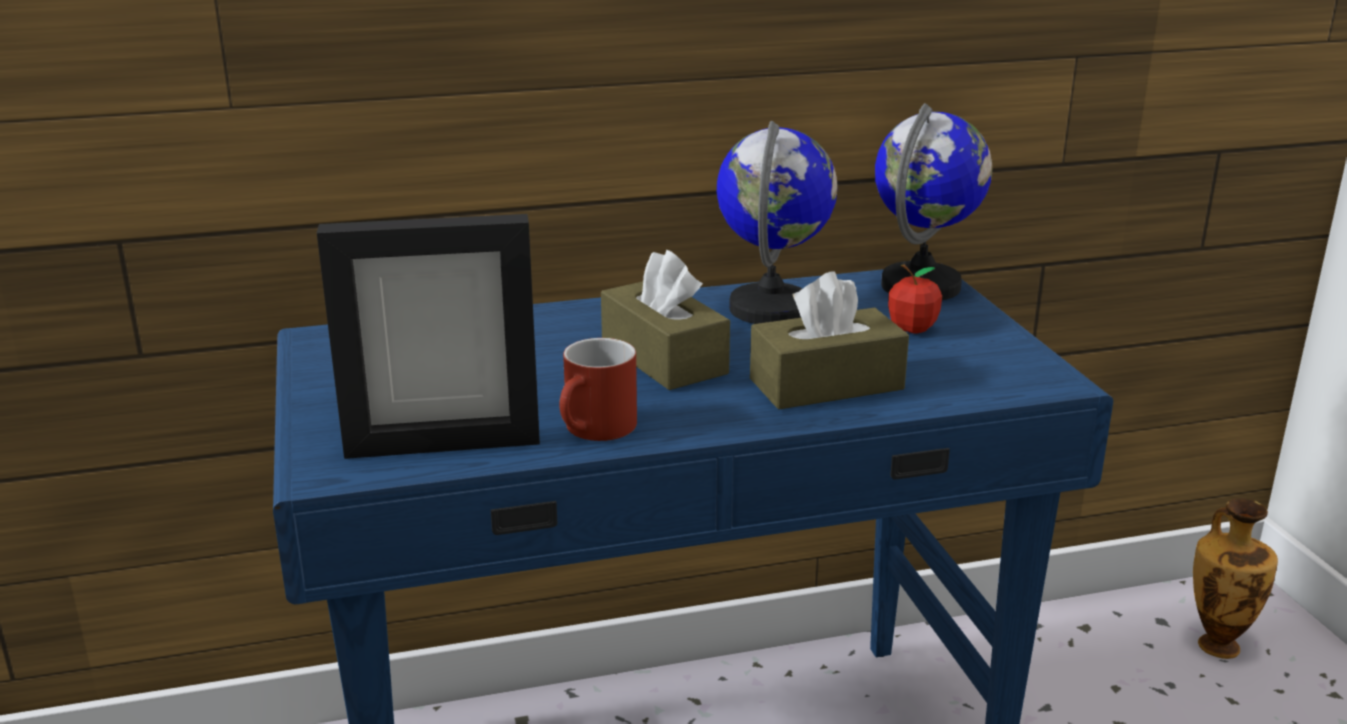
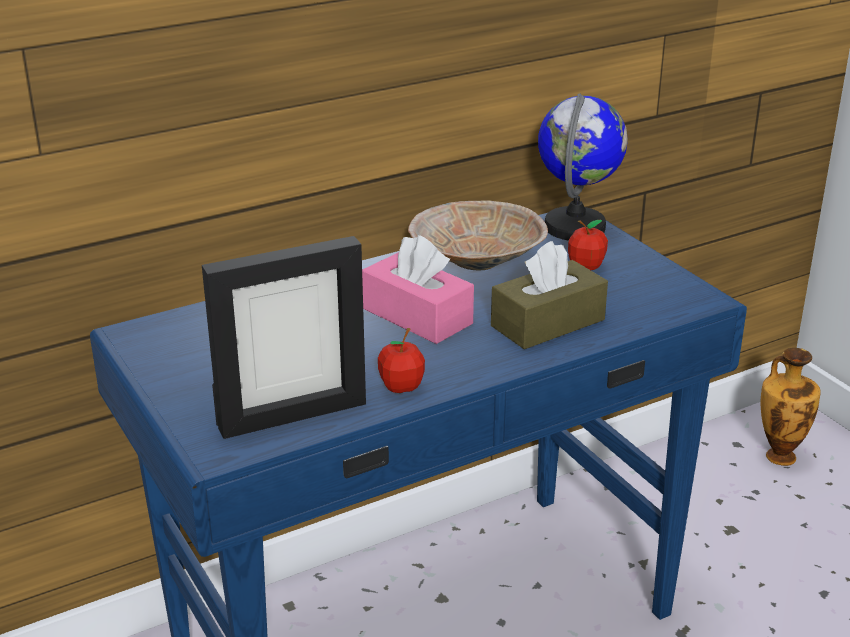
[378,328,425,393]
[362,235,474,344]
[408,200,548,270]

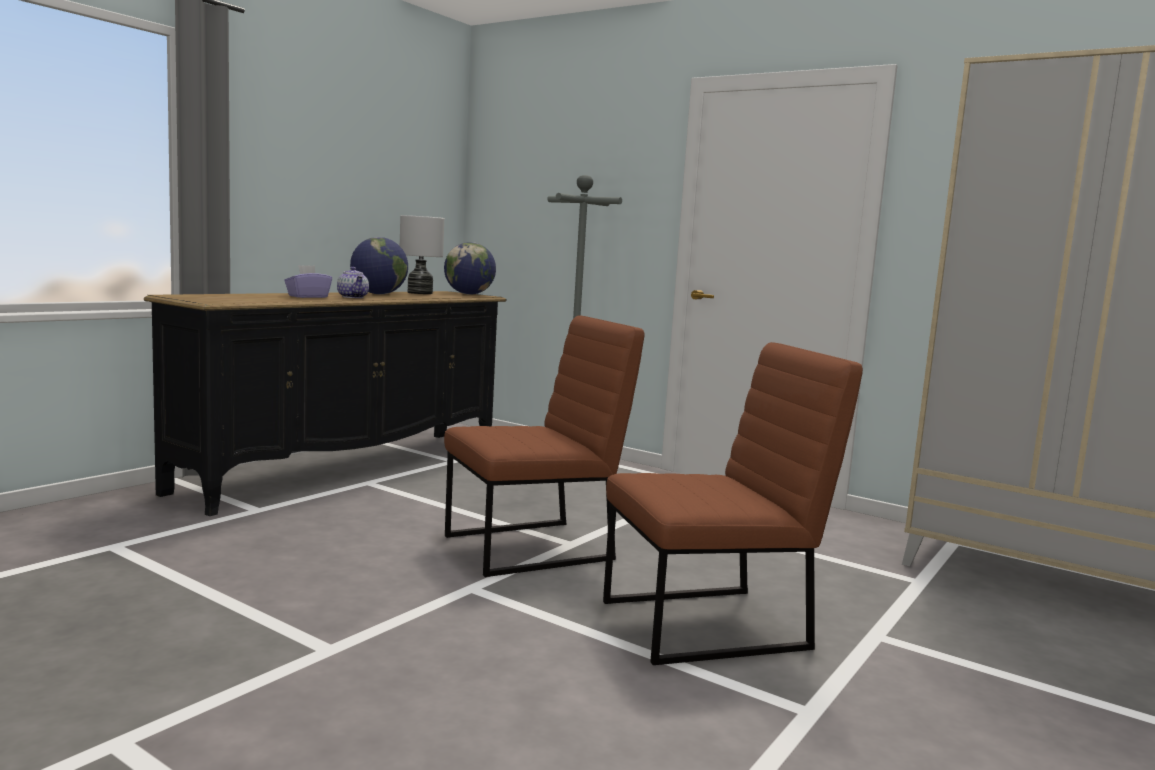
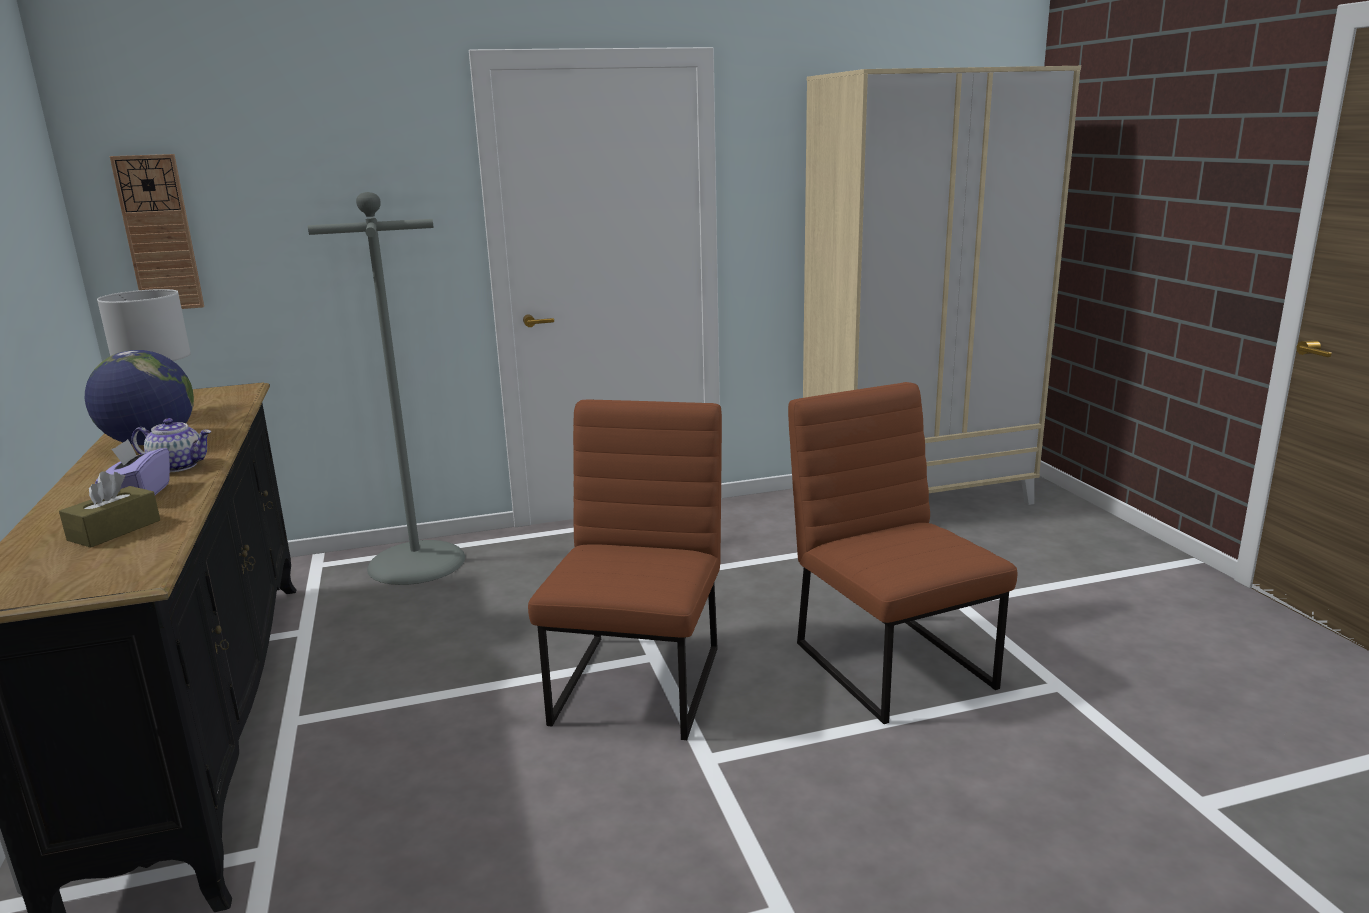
[444,242,496,295] (first image)
[788,382,1017,724]
[59,471,160,548]
[109,154,204,309]

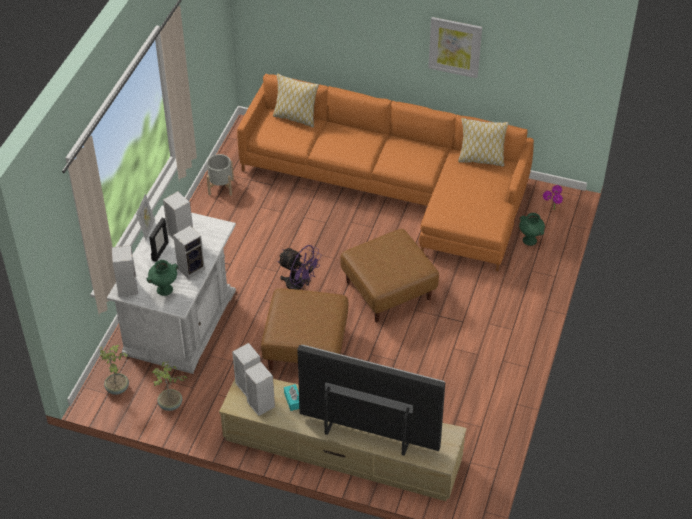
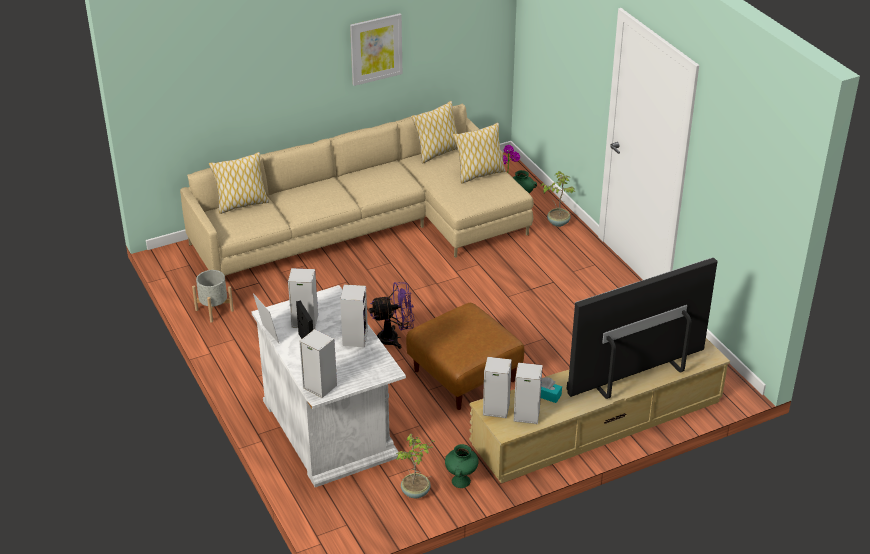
[541,171,576,227]
[445,444,479,488]
[180,104,534,276]
[340,229,439,322] (first image)
[453,122,506,184]

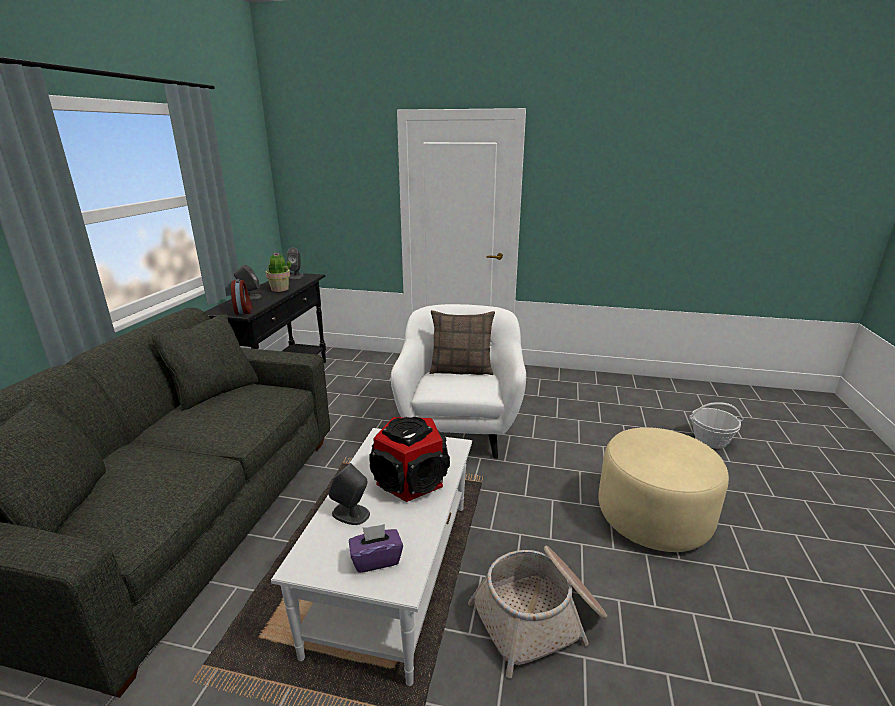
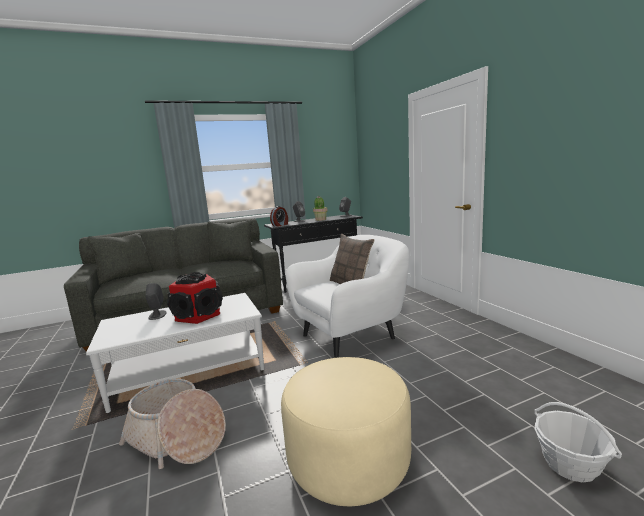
[349,524,403,573] (first image)

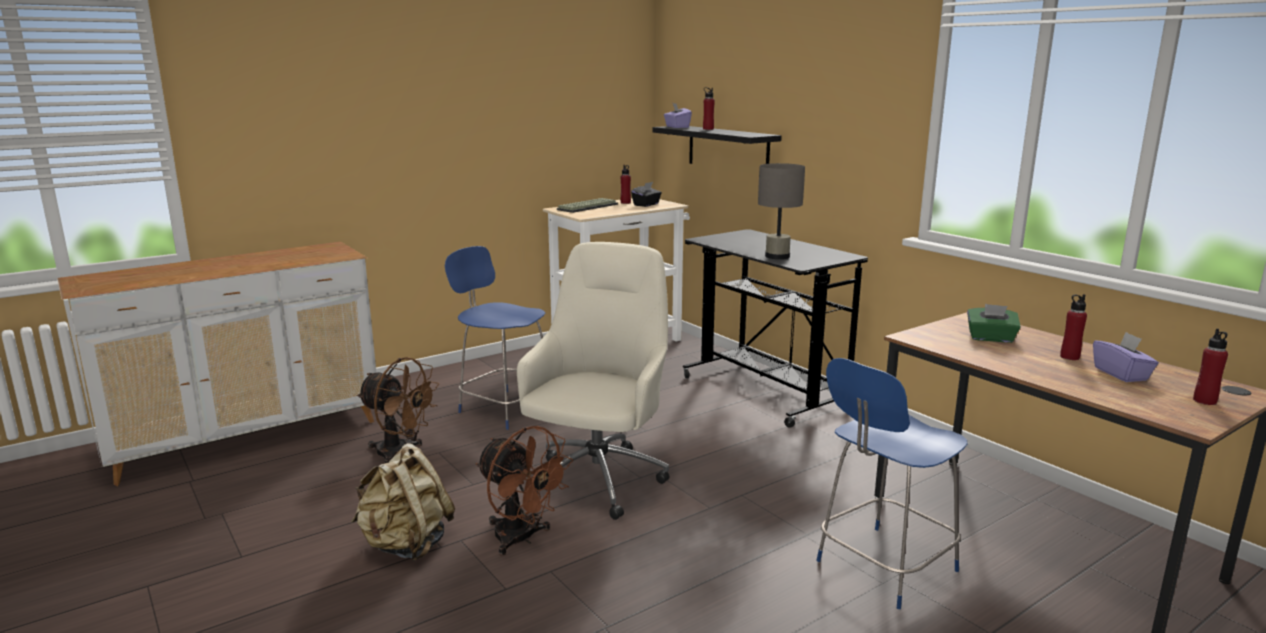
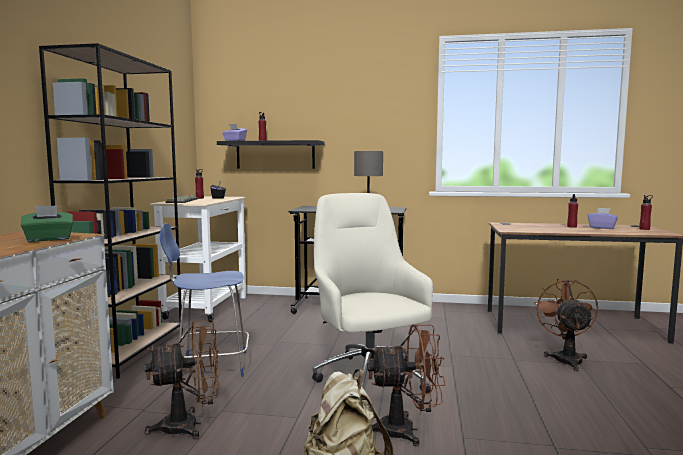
[534,278,598,371]
[21,205,73,242]
[39,43,183,379]

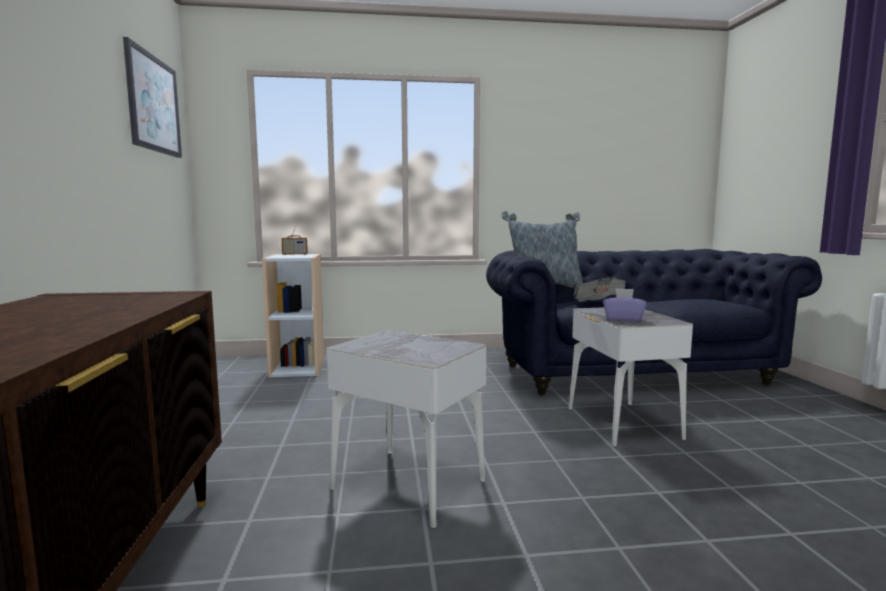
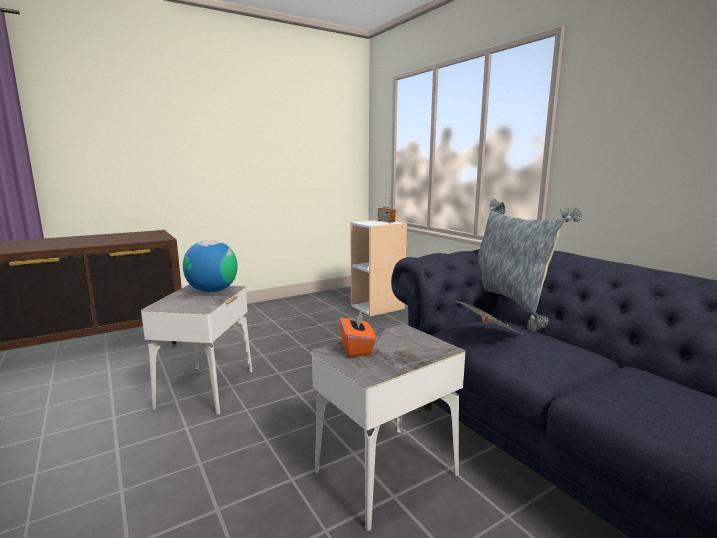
[123,37,182,158] (first image)
[339,311,376,357]
[183,240,238,292]

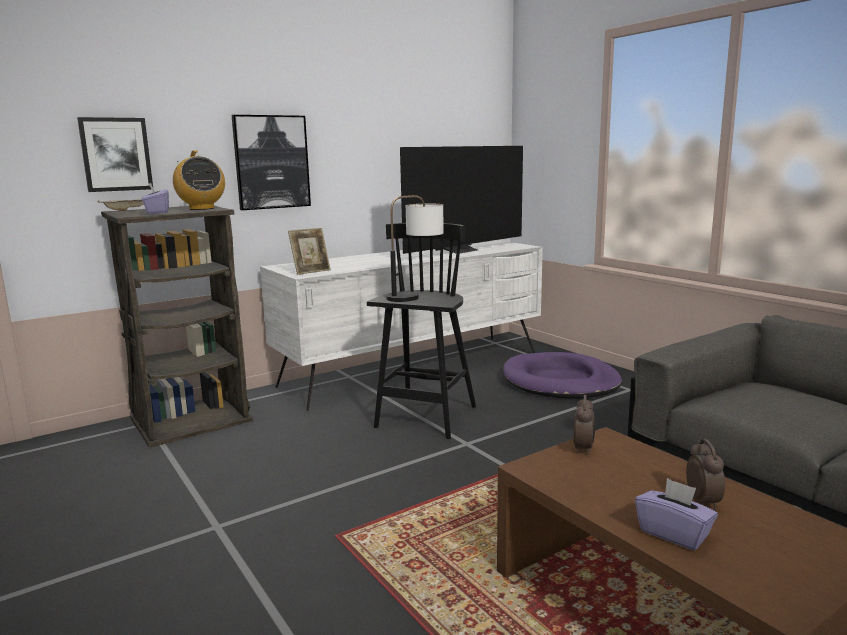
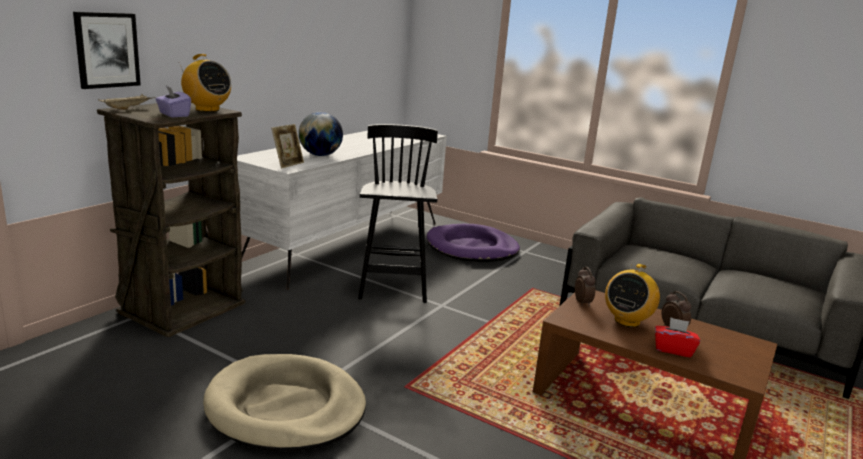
[232,115,311,210] (first image)
[387,195,444,302] (first image)
[400,146,523,254] (first image)
[655,317,700,357]
[203,354,366,452]
[299,112,343,156]
[605,264,660,327]

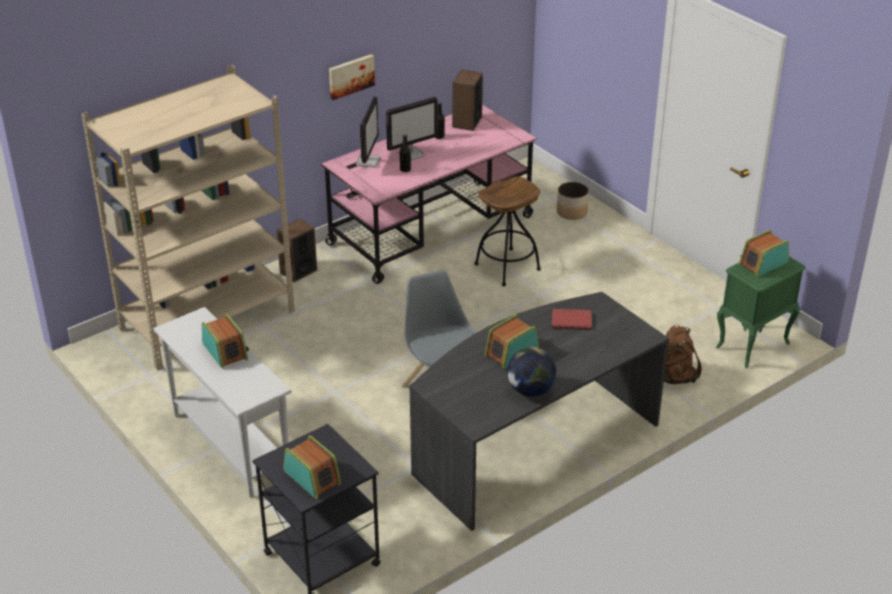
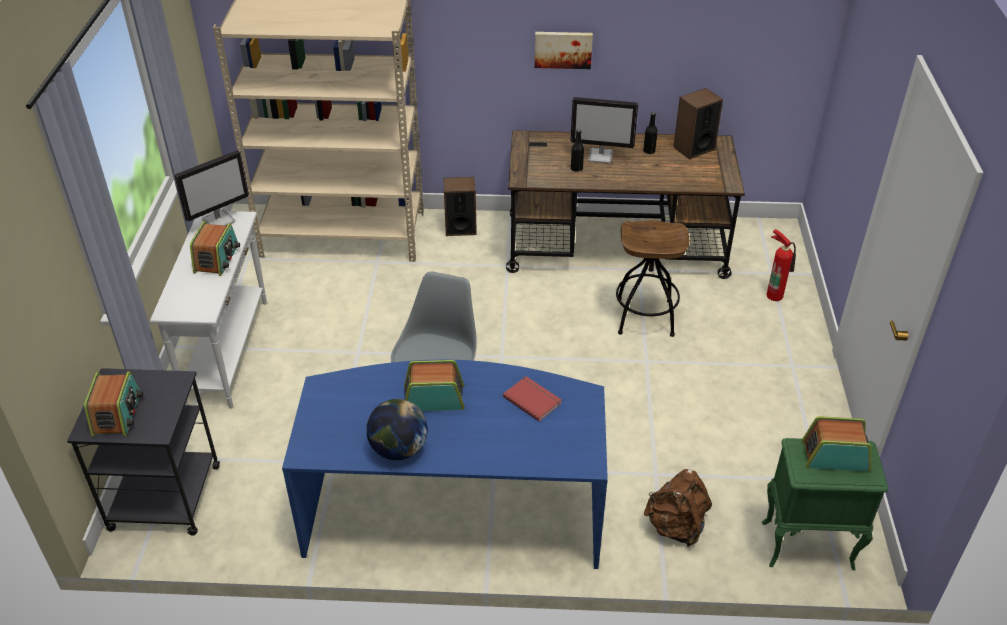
[506,130,745,279]
[175,150,249,226]
[282,360,608,569]
[766,229,796,301]

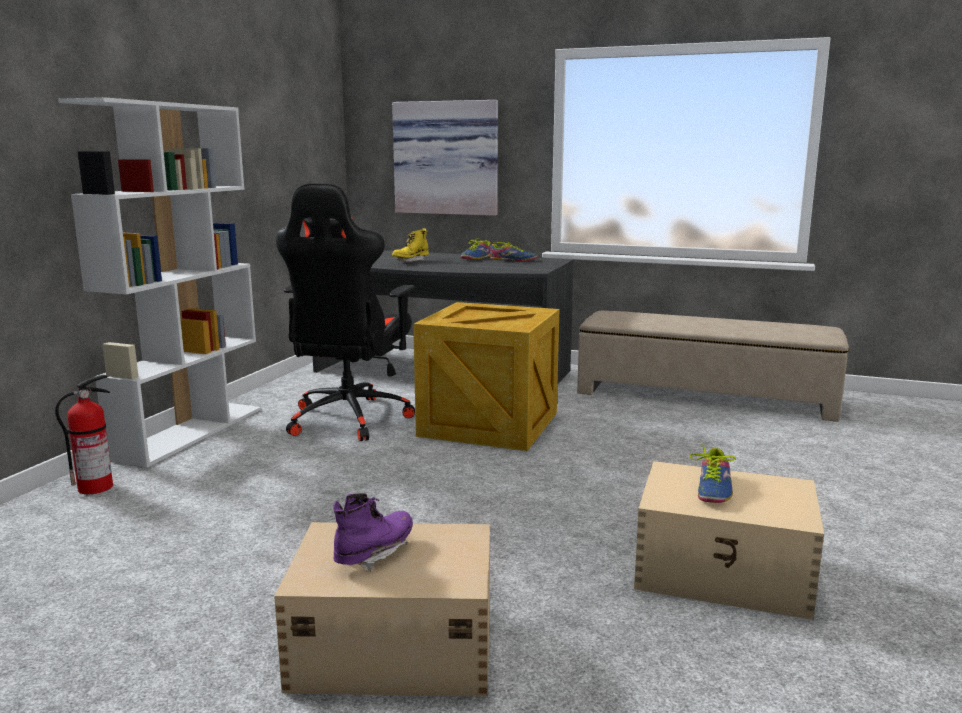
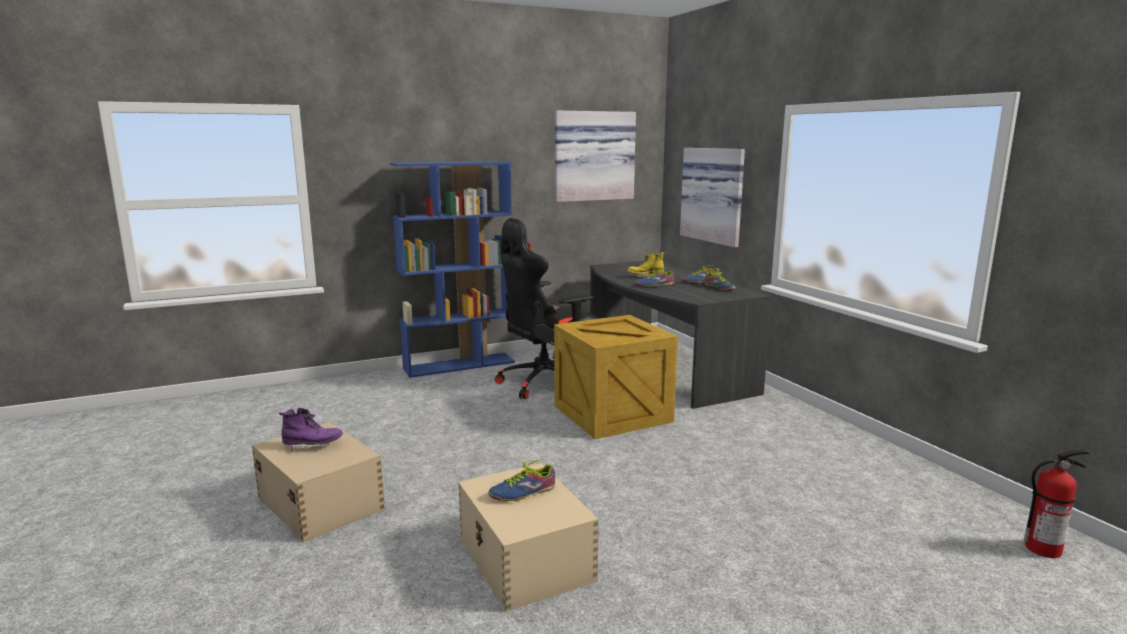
[1024,450,1090,558]
[390,161,515,378]
[577,311,849,422] (first image)
[555,111,636,202]
[635,268,674,287]

